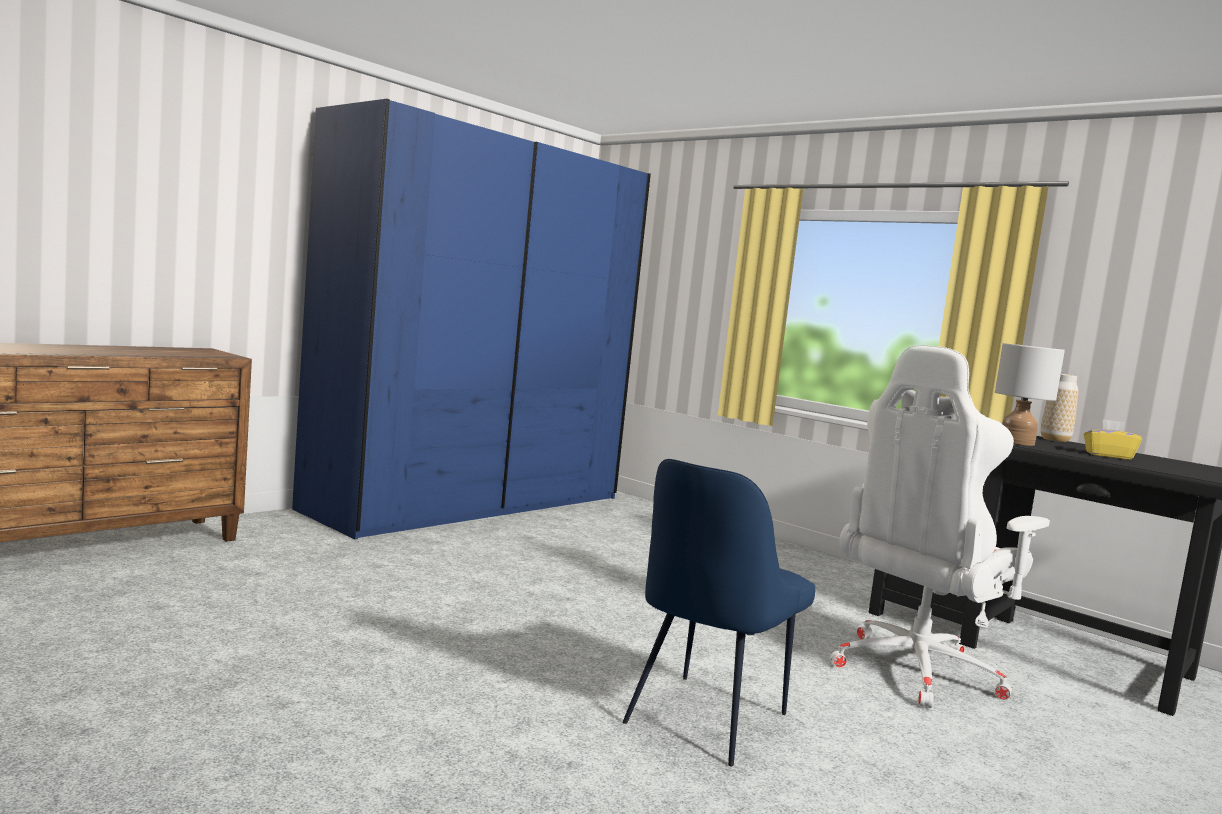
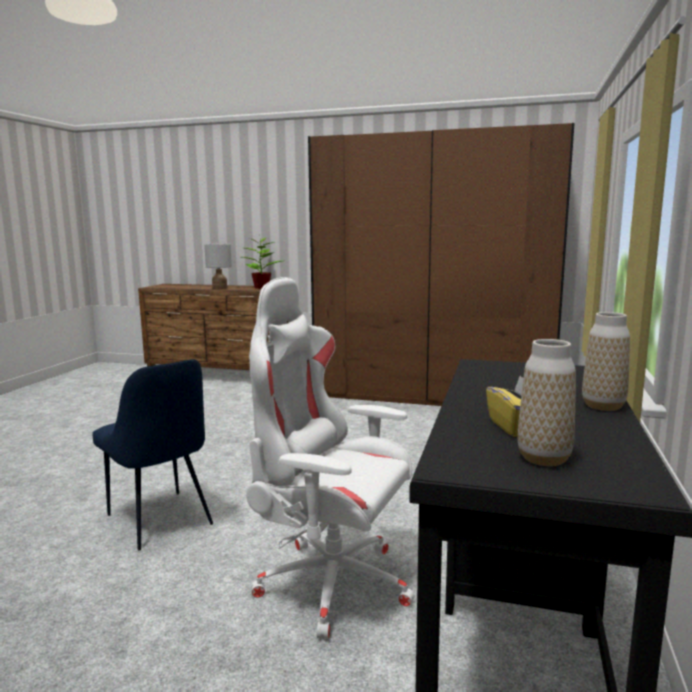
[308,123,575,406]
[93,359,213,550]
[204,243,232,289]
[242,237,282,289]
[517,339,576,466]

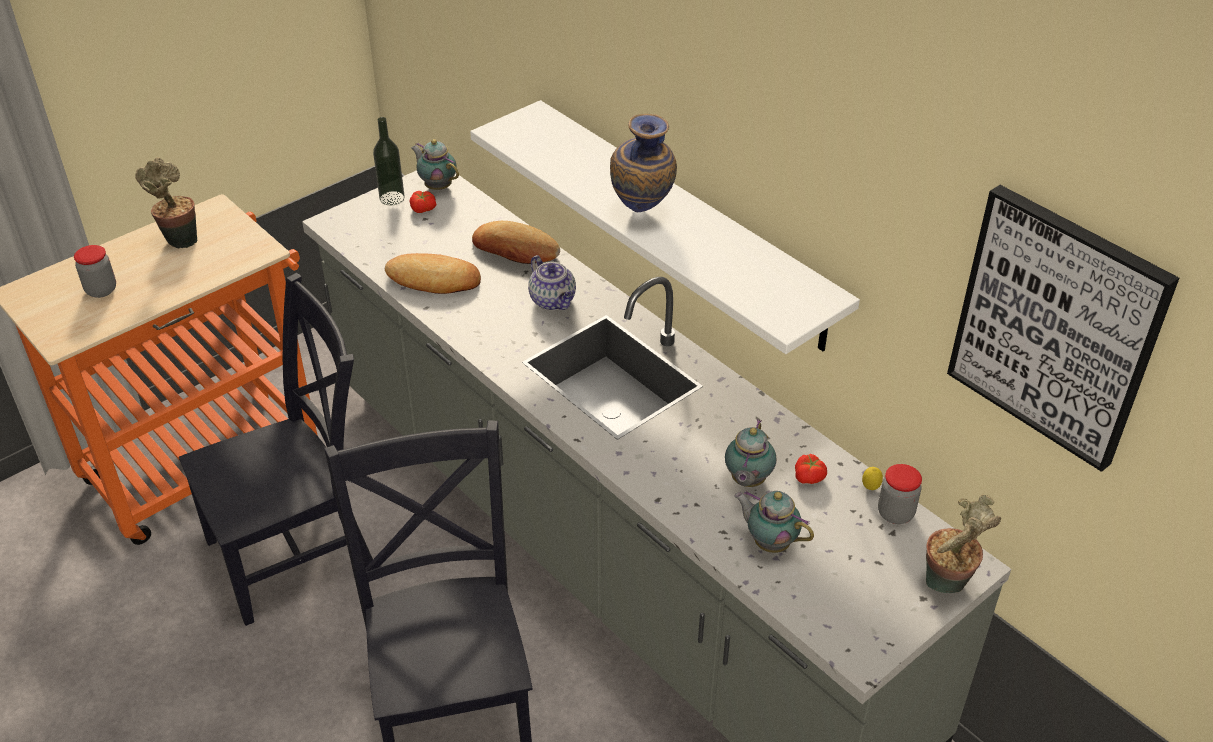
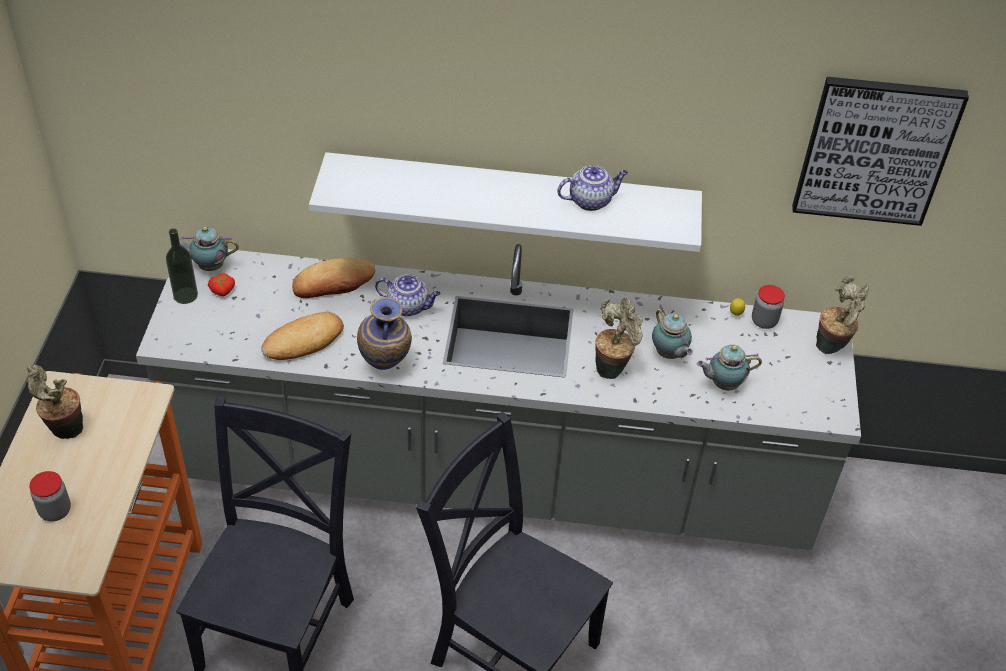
[357,297,412,370]
[795,454,827,484] (first image)
[557,165,628,211]
[595,297,643,379]

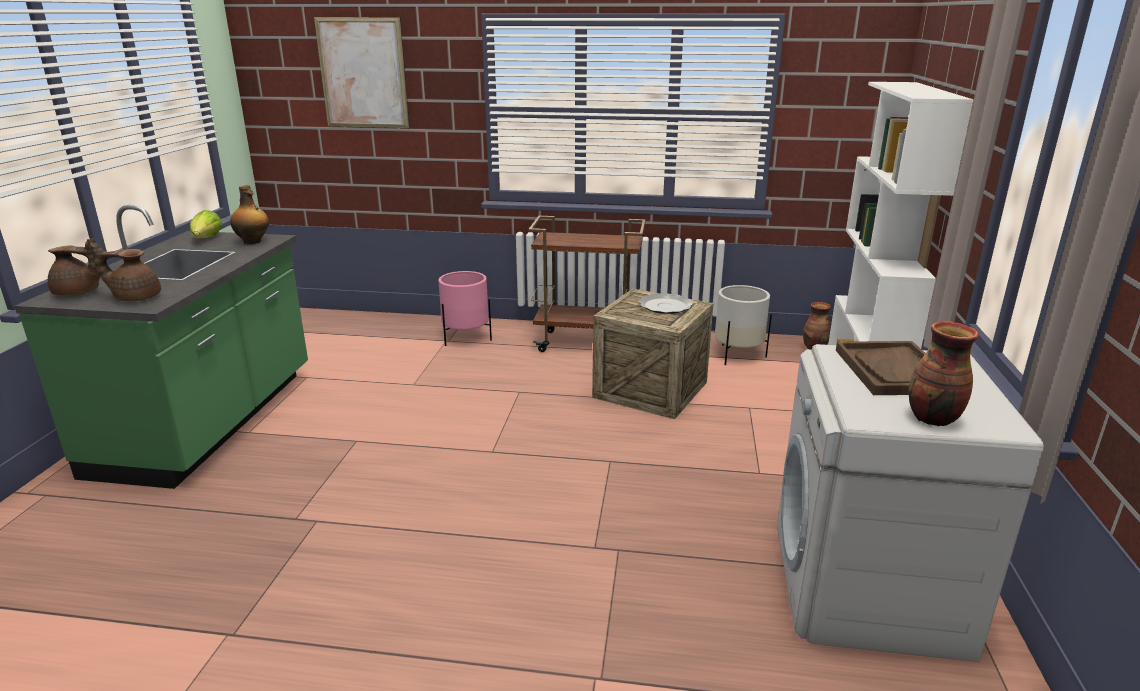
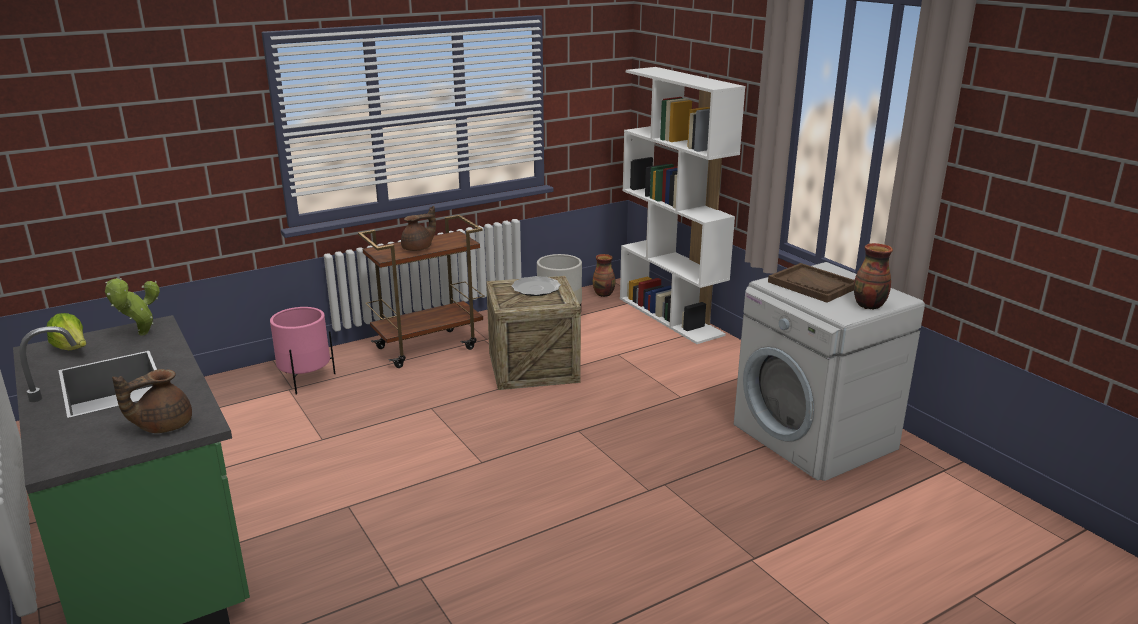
[401,206,436,251]
[105,278,160,336]
[314,17,410,128] (first image)

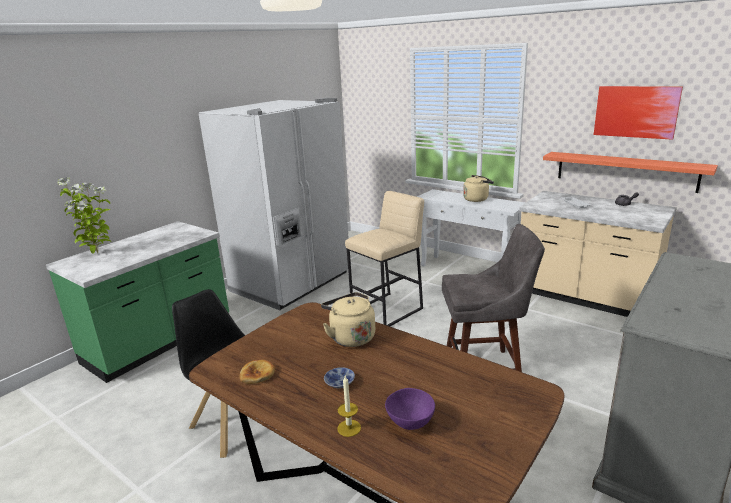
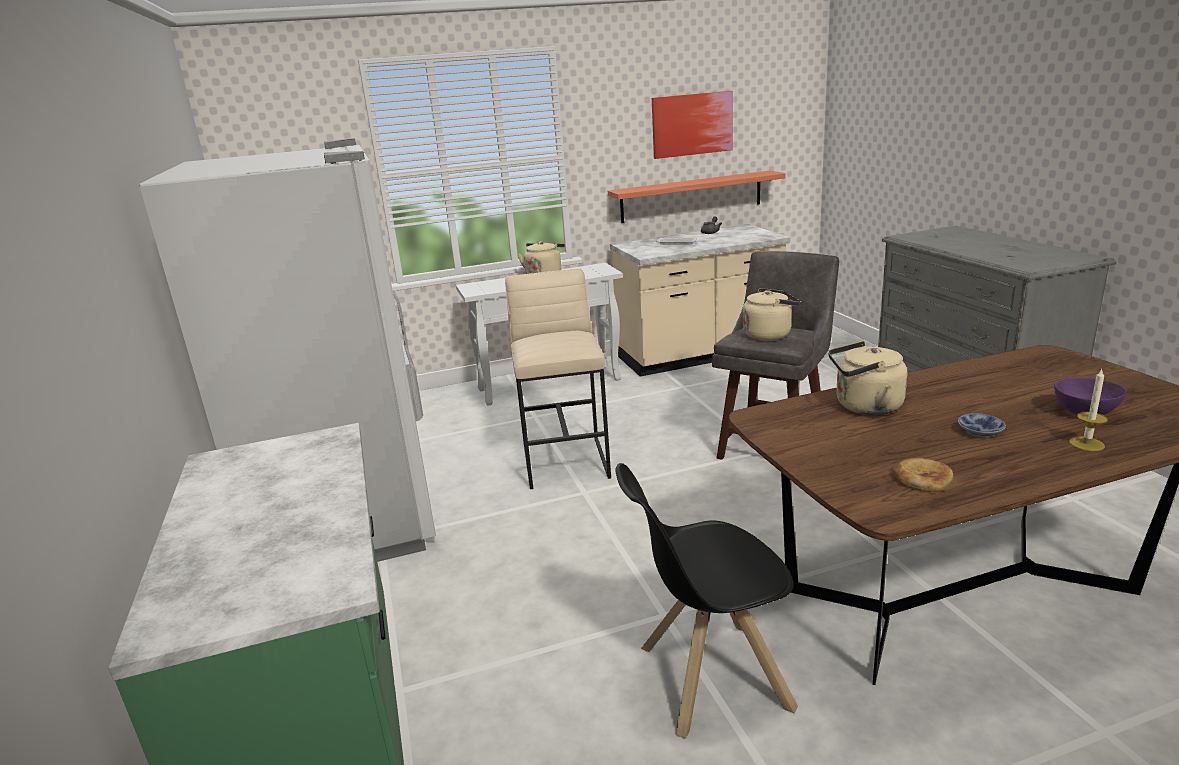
[58,177,110,254] (first image)
[743,288,801,341]

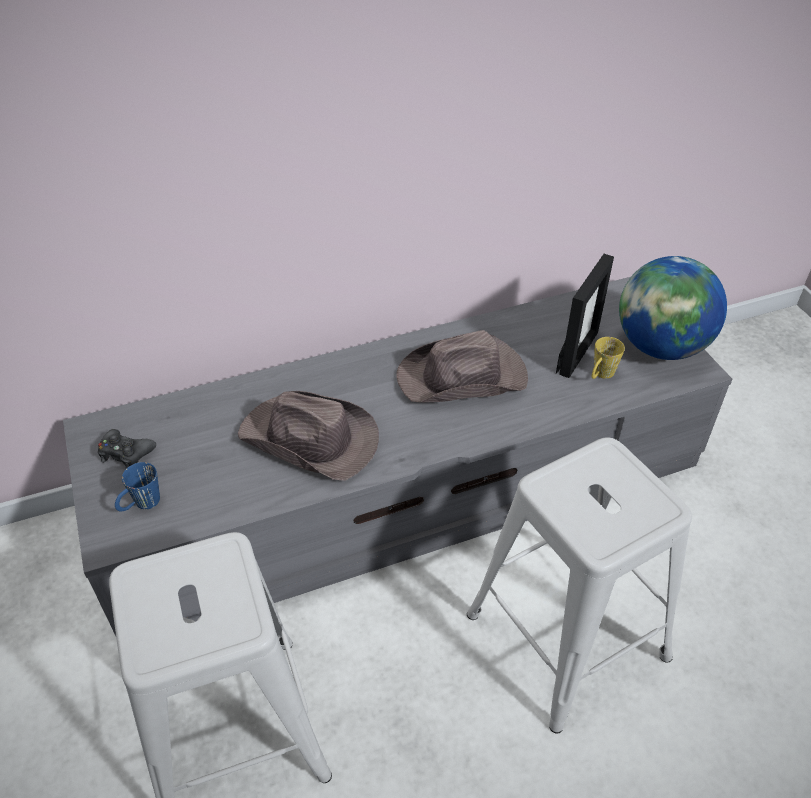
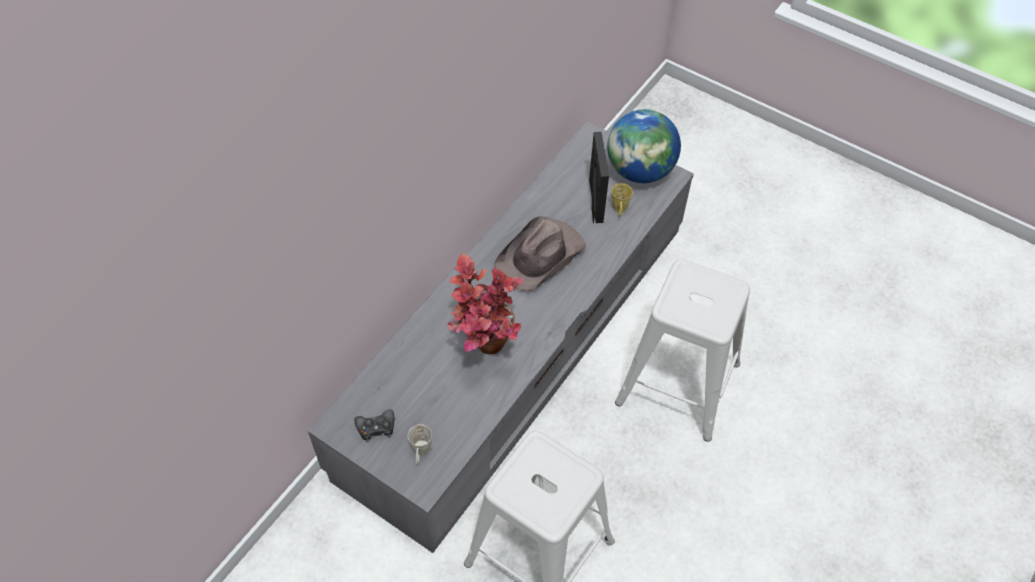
[408,424,432,465]
[447,253,523,355]

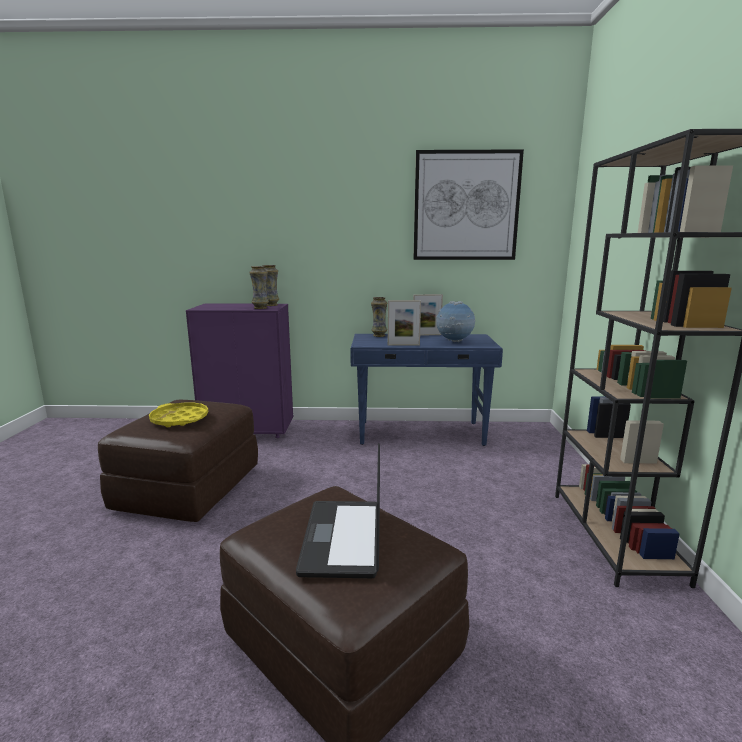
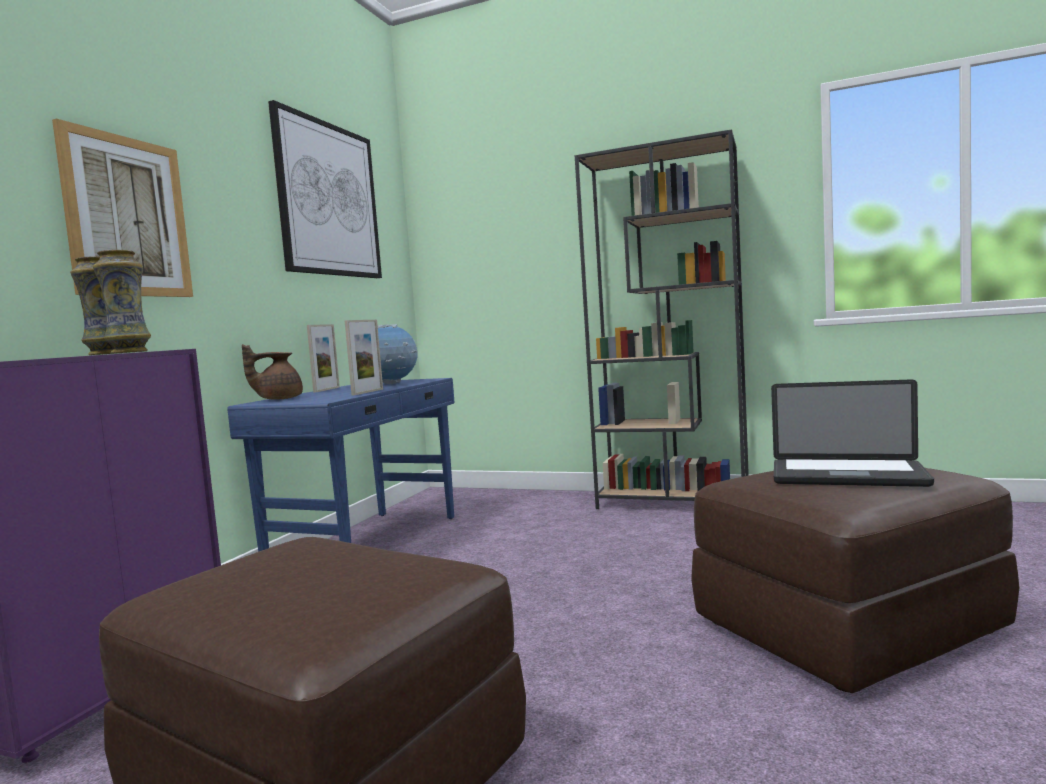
[149,403,208,427] (first image)
[242,344,303,400]
[52,119,193,297]

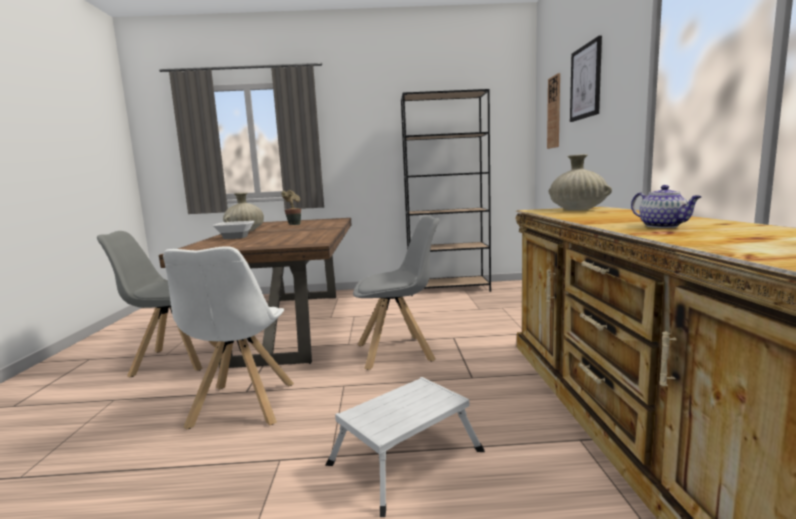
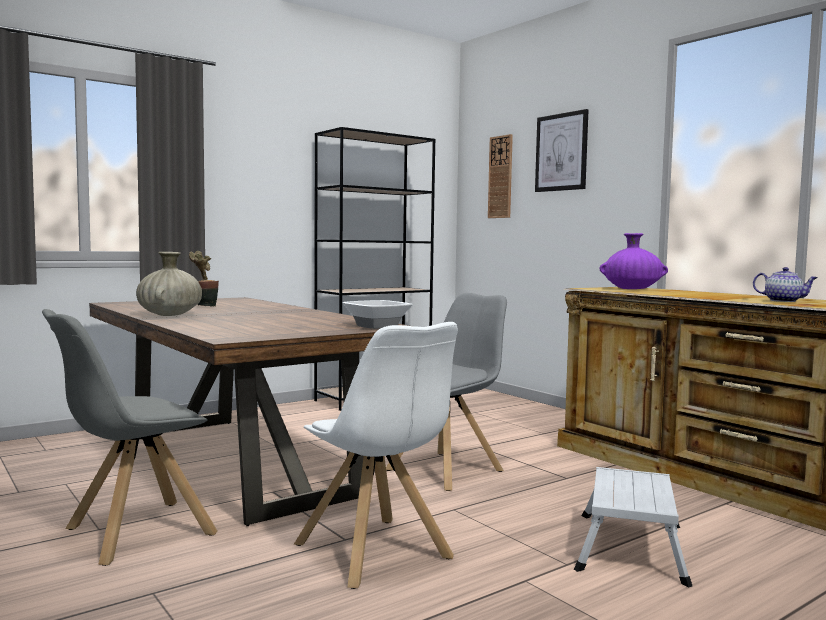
[343,300,413,329]
[599,233,668,289]

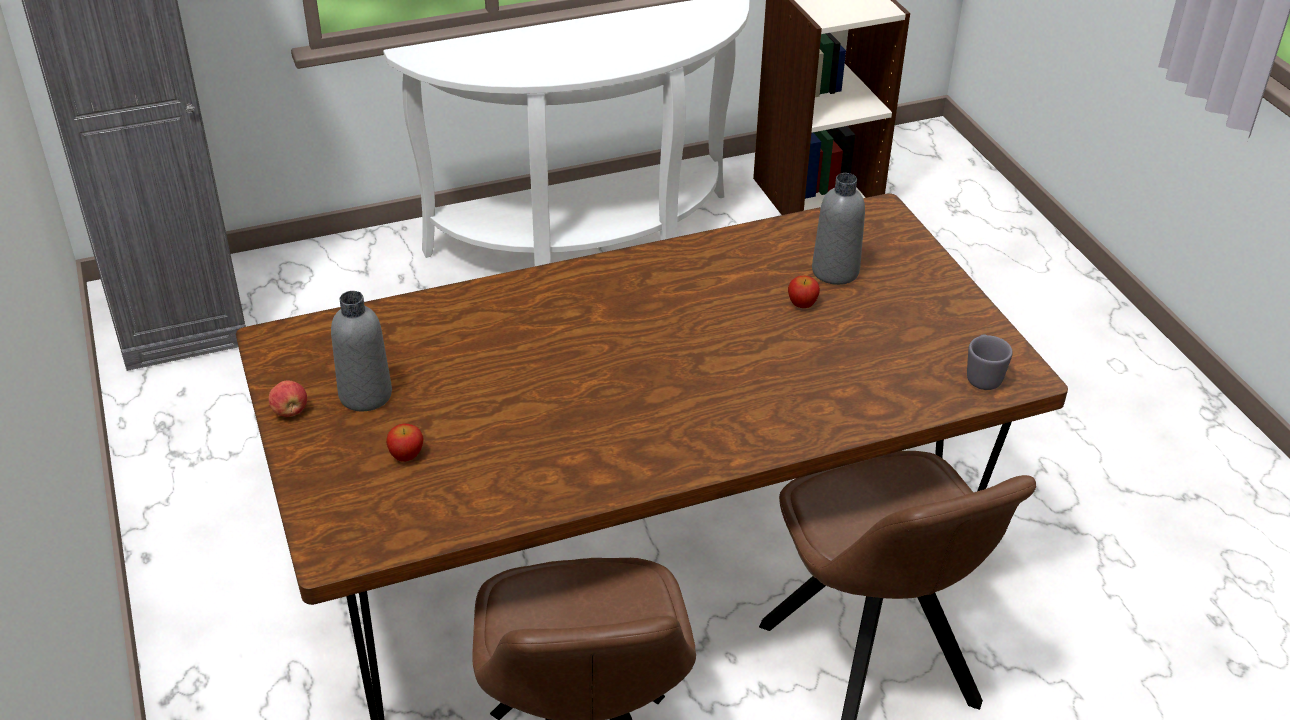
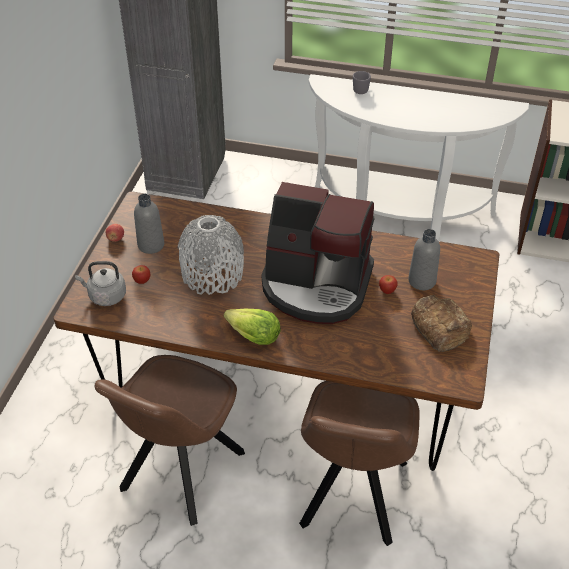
[353,71,371,94]
[75,261,126,306]
[178,215,244,295]
[224,309,281,345]
[262,182,375,324]
[411,295,472,352]

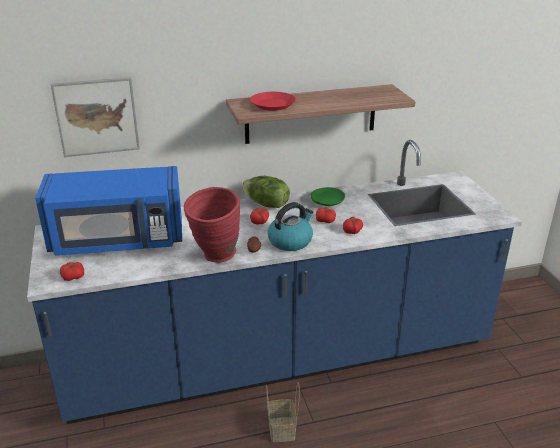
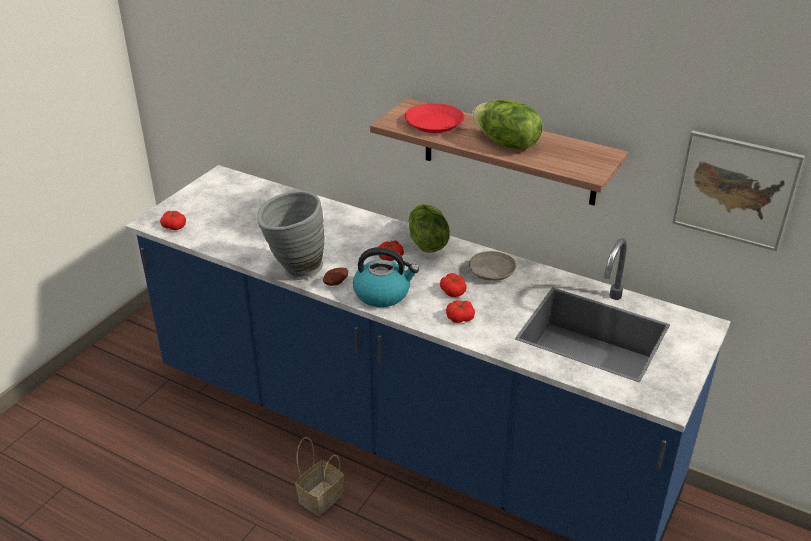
[35,166,182,256] (first image)
[672,130,805,252]
[257,191,325,280]
[469,251,516,281]
[472,100,543,149]

